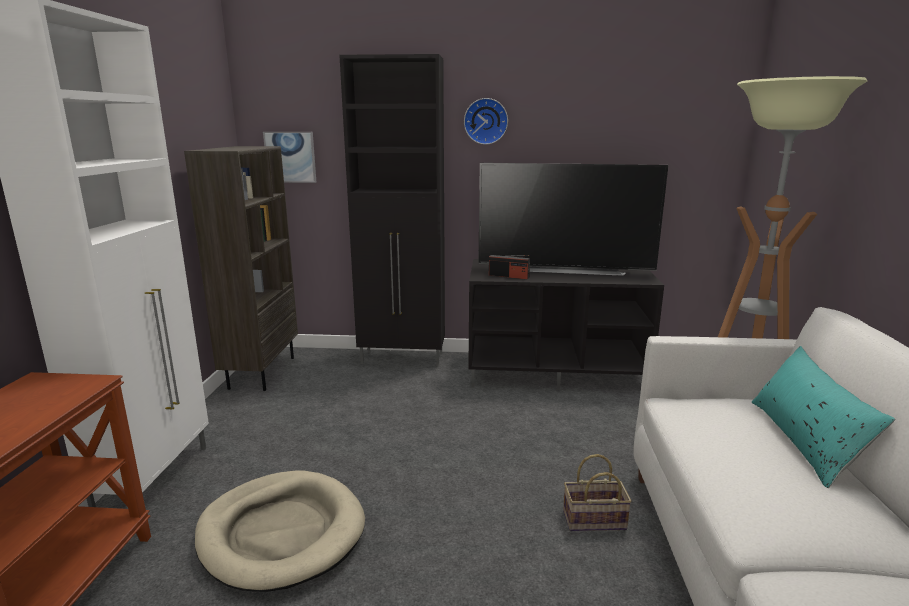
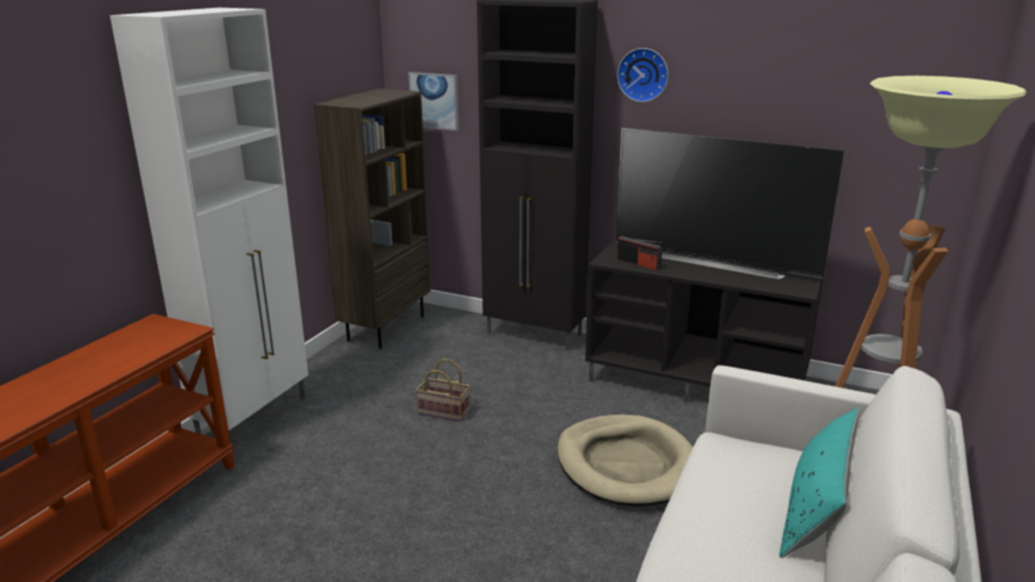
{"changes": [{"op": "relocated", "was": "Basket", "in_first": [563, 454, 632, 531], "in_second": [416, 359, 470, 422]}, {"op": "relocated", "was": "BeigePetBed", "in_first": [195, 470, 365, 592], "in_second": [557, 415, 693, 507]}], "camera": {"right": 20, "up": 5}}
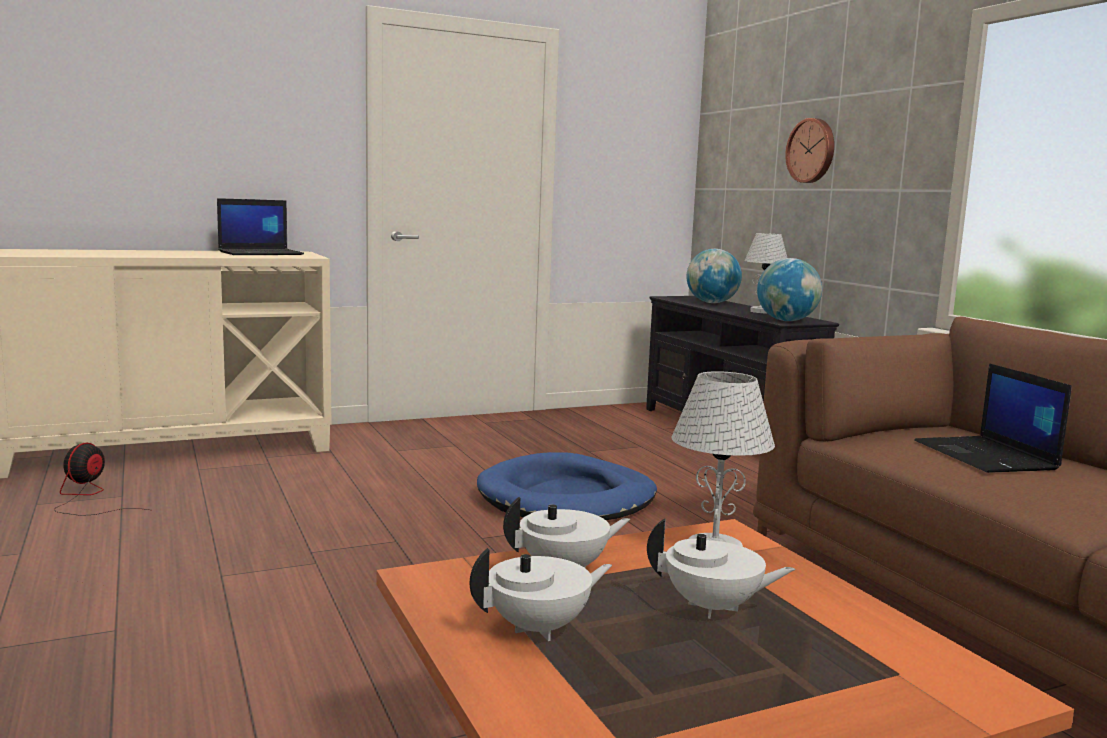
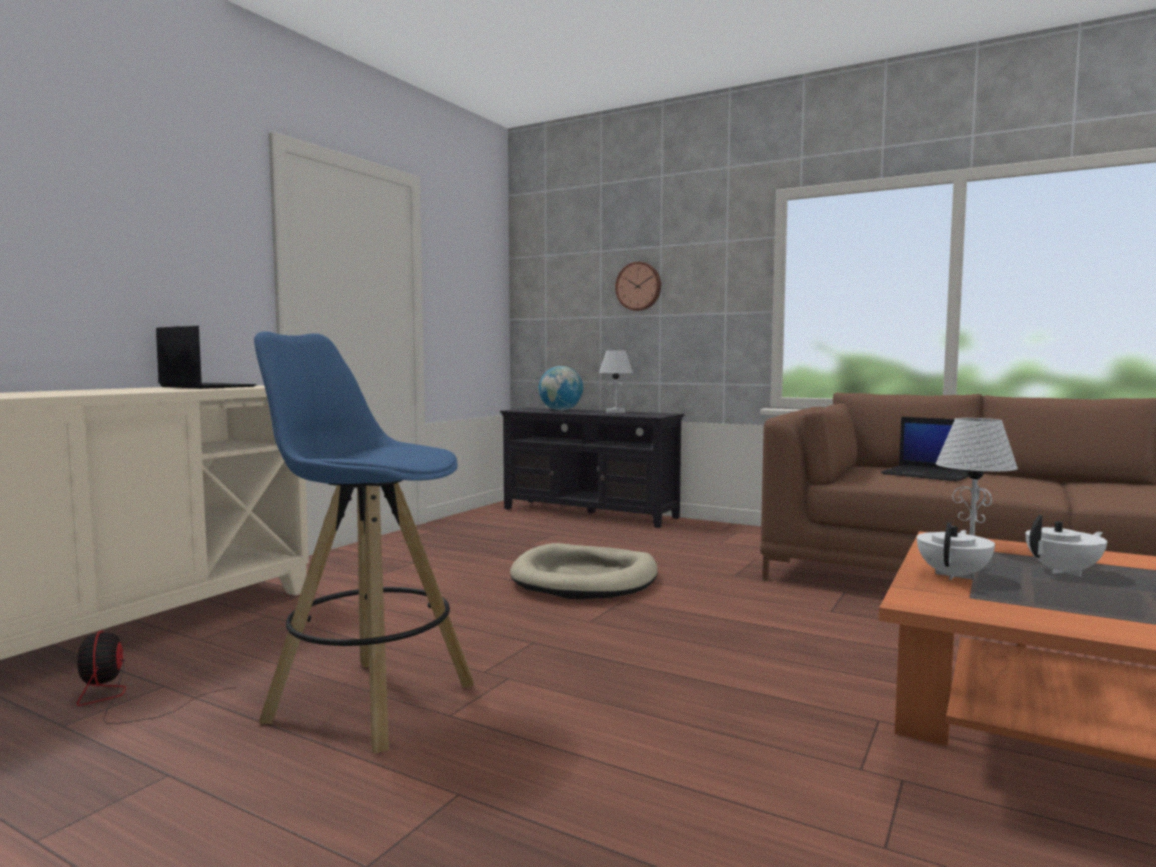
{"changes": [{"op": "spun", "was": "NotebookComputer", "in_first": [217, 198, 304, 255], "in_second": [156, 326, 256, 389], "clockwise": -75}, {"op": "missing", "was": "Globe", "in_first": [757, 258, 822, 321]}, {"op": "colour", "was": "BlueColouredPetBed", "now": "BeigePetBed", "in_first": [477, 452, 657, 520], "in_second": [510, 543, 658, 599]}, {"op": "missing", "was": "WhiteTeaPot", "in_first": [470, 548, 612, 641]}, {"op": "appeared", "now": "BlueColouredStoolSeat", "in_second": [254, 331, 474, 754]}], "camera": {"right": -35, "up": -5}}
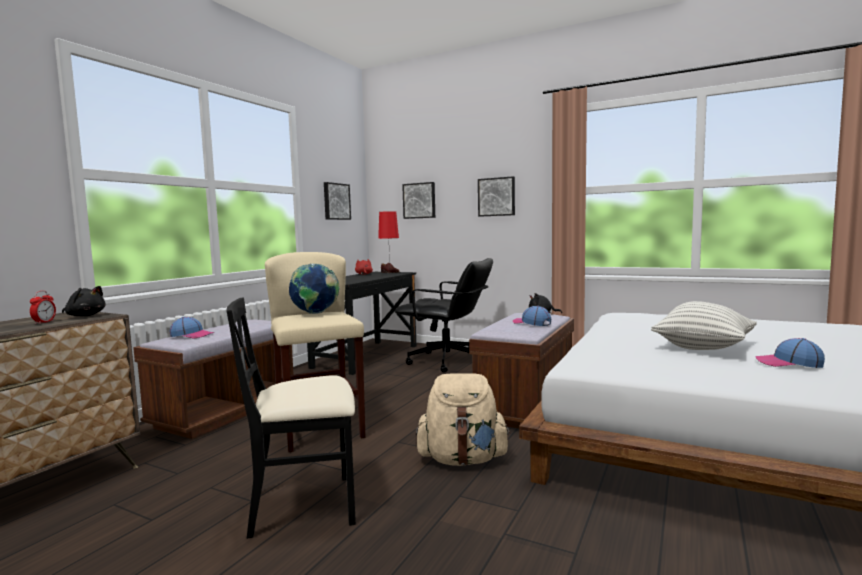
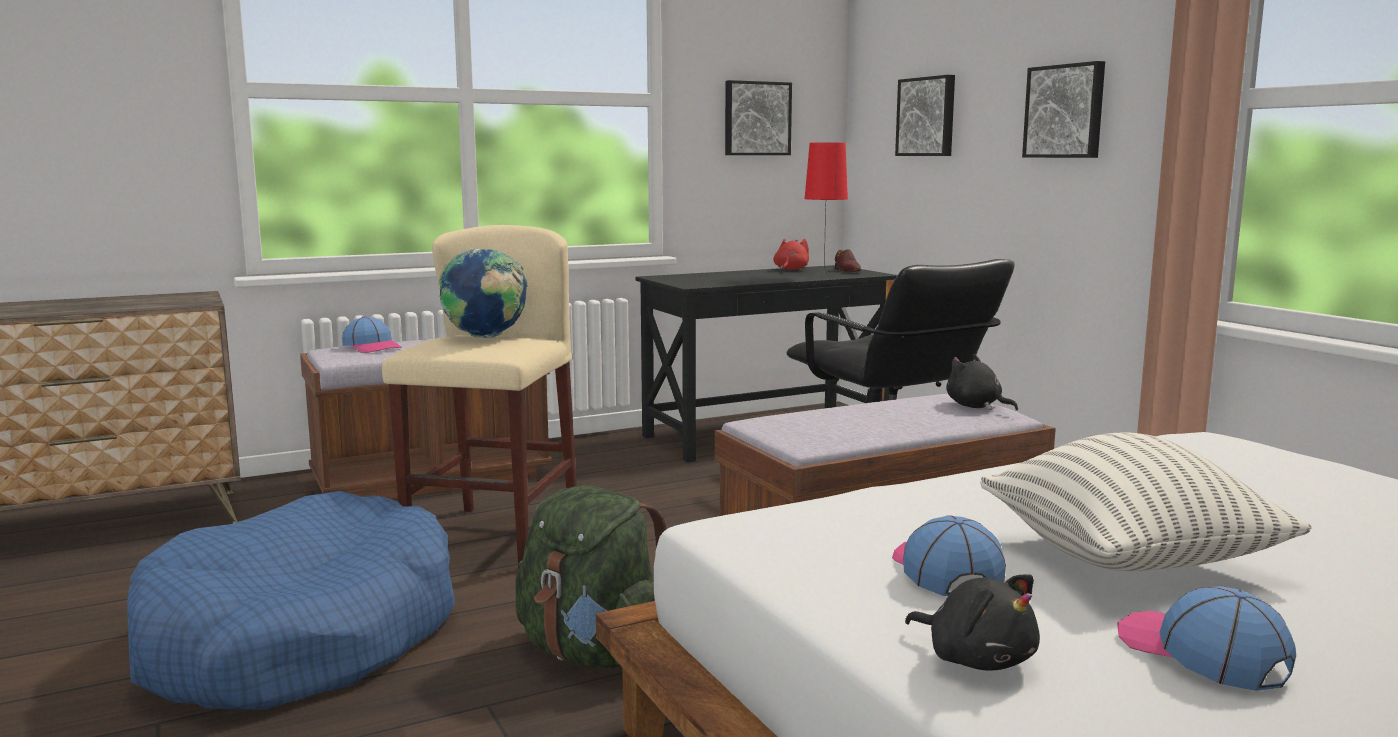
{"changes": [{"op": "relocated", "was": "BlackPlushToy", "in_first": [62, 286, 106, 316], "in_second": [905, 574, 1040, 671]}, {"op": "missing", "was": "TableClock", "in_first": [30, 291, 56, 324]}, {"op": "exchanged", "was": "BlackPlainChair", "now": "BlueColouredPetBed", "in_first": [227, 298, 356, 539], "in_second": [127, 491, 455, 710]}, {"op": "relocated", "was": "BaseballCap", "in_first": [513, 306, 551, 326], "in_second": [892, 515, 1006, 596]}, {"op": "colour", "was": "BeigeBackpack", "now": "GreenColouredBackpack", "in_first": [416, 373, 511, 466], "in_second": [515, 486, 667, 669]}], "camera": {"right": 35, "up": 5}}
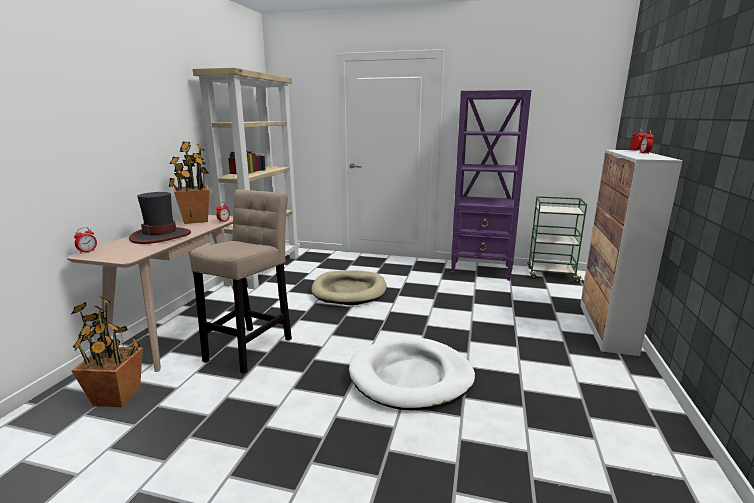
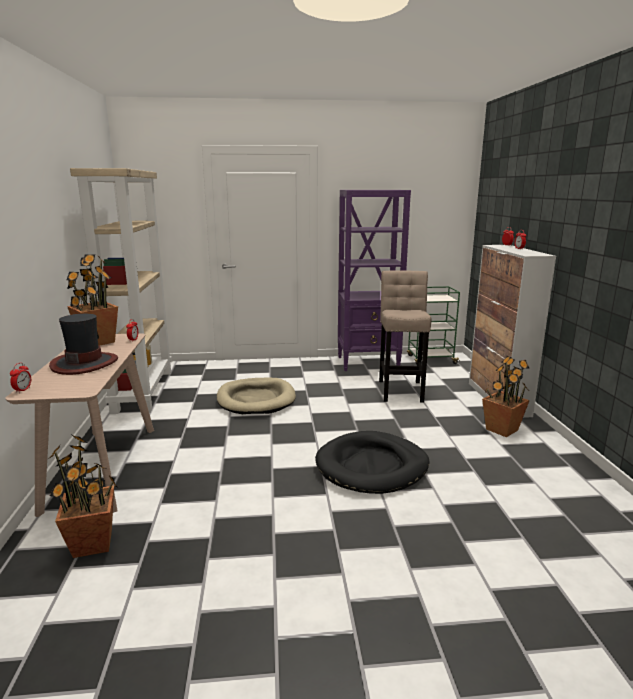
{"changes": [{"op": "relocated", "was": "BeigeStoolSeat", "in_first": [190, 190, 292, 374], "in_second": [379, 271, 431, 403]}, {"op": "colour", "was": "WhitePetBed", "now": "BlackPetBed", "in_first": [349, 337, 475, 411], "in_second": [315, 431, 429, 494]}, {"op": "appeared", "now": "Houseplant", "in_second": [482, 355, 530, 437]}], "camera": {"right": -20, "up": 0}}
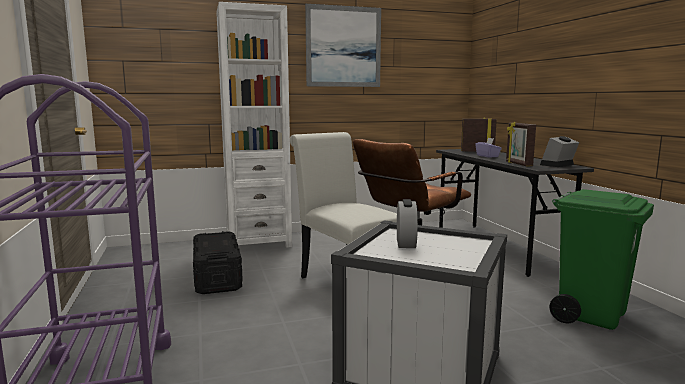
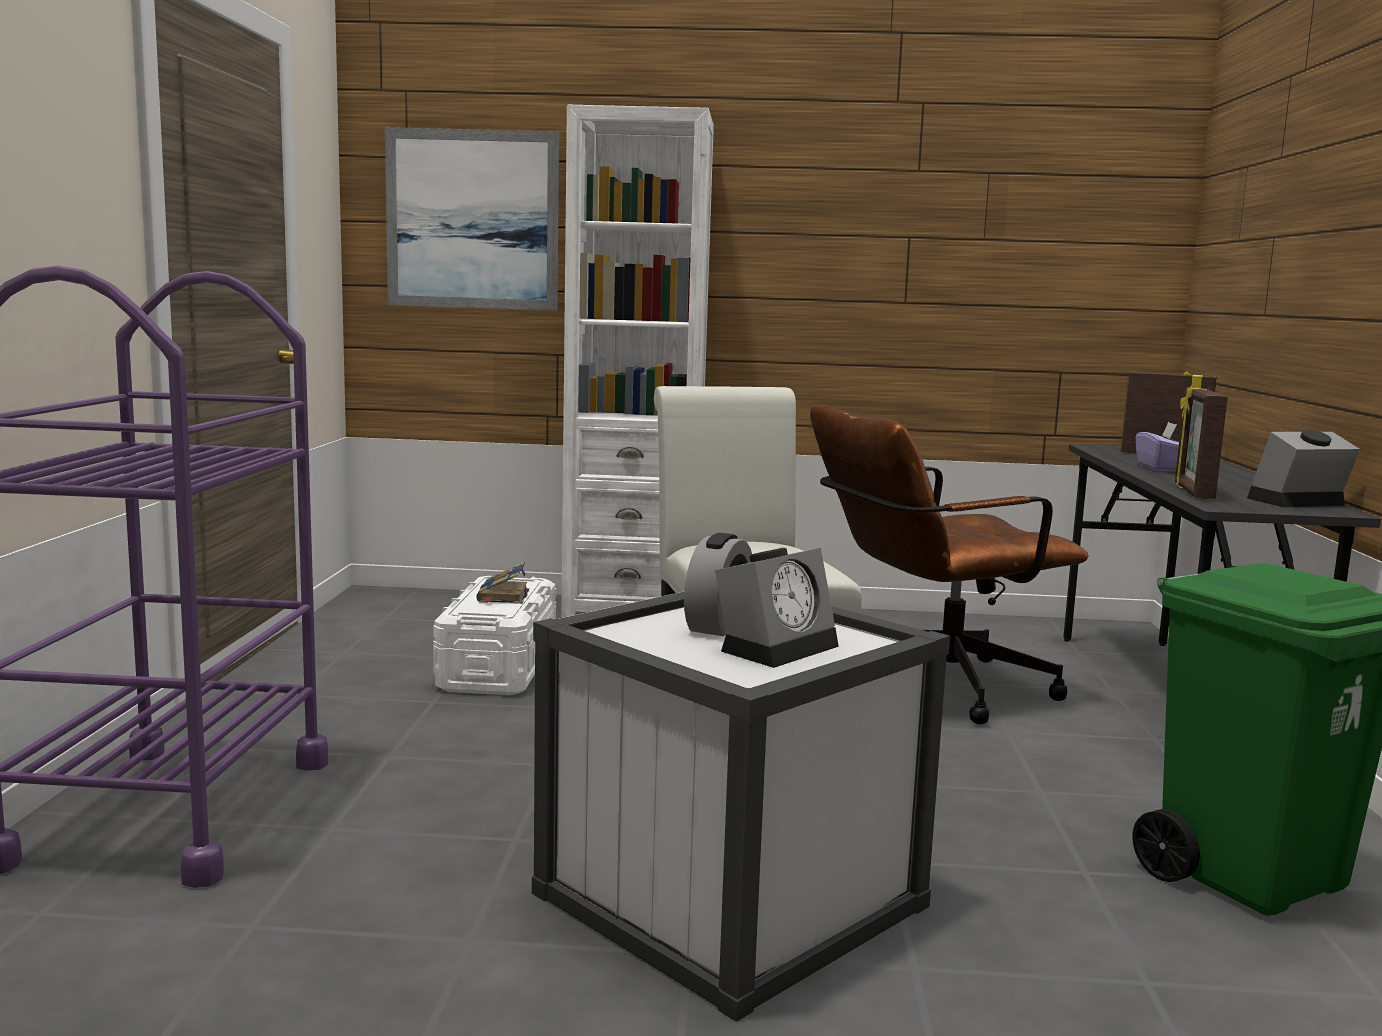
{"changes": [{"op": "relocated", "was": "WallPicture", "in_first": [305, 4, 381, 87], "in_second": [385, 127, 559, 311]}, {"op": "colour", "was": "BlackStorageBin", "now": "WhiteStorageBin", "in_first": [193, 231, 243, 294], "in_second": [433, 576, 556, 695]}, {"op": "appeared", "now": "TableClock", "in_second": [715, 548, 839, 668]}, {"op": "appeared", "now": "Volume", "in_second": [476, 562, 529, 604]}], "camera": {"right": 20, "up": 0}}
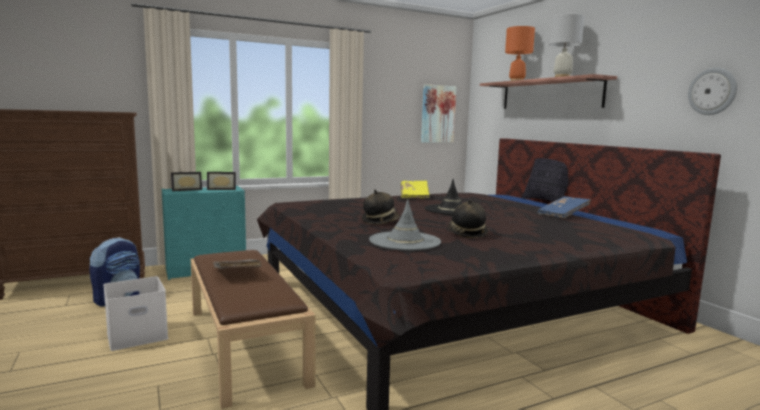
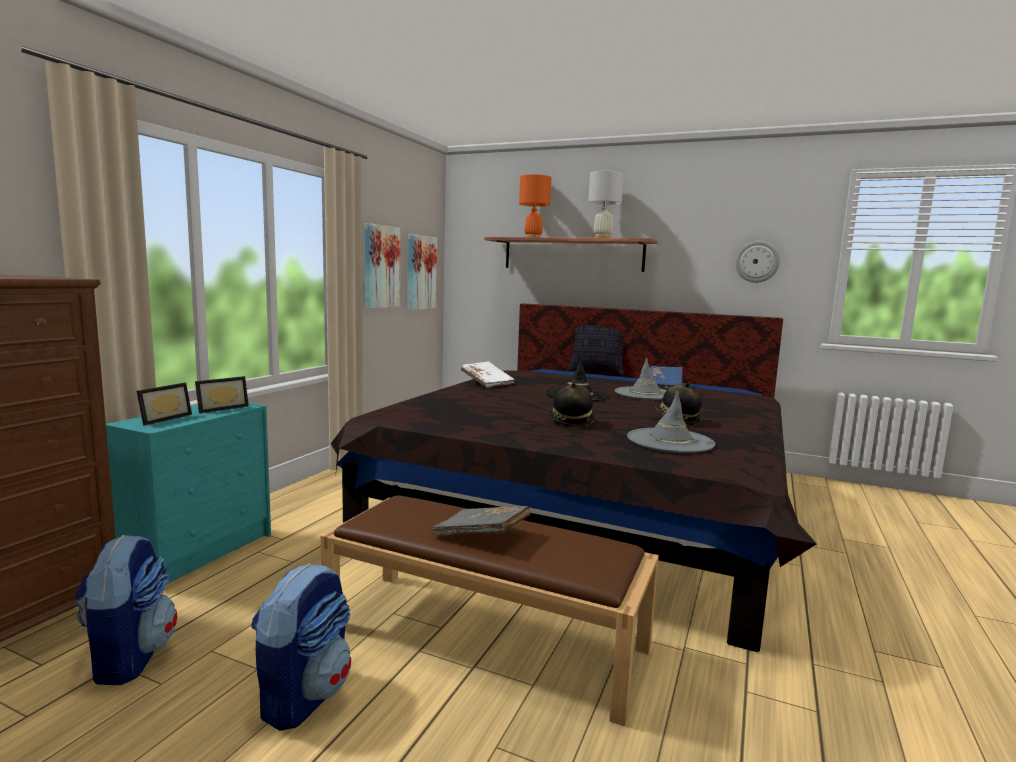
{"changes": [{"op": "colour", "was": "YellowishVolume", "now": "WhiteVolume", "in_first": [401, 180, 430, 199], "in_second": [461, 361, 515, 388]}, {"op": "exchanged", "was": "WhiteStorageBin", "now": "Backpack", "in_first": [103, 276, 168, 351], "in_second": [251, 563, 351, 731]}, {"op": "appeared", "now": "WallPicture", "in_second": [365, 223, 400, 309]}, {"op": "appeared", "now": "GreyWearableHat", "in_second": [615, 358, 667, 400]}], "camera": {"right": -40, "up": 0}}
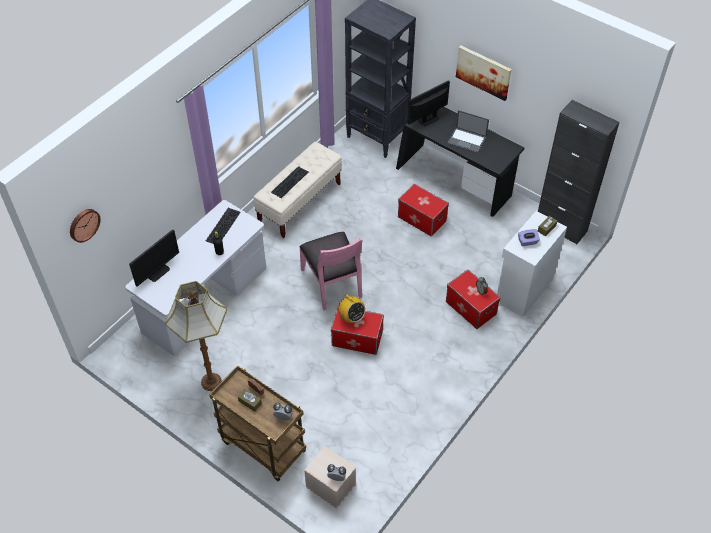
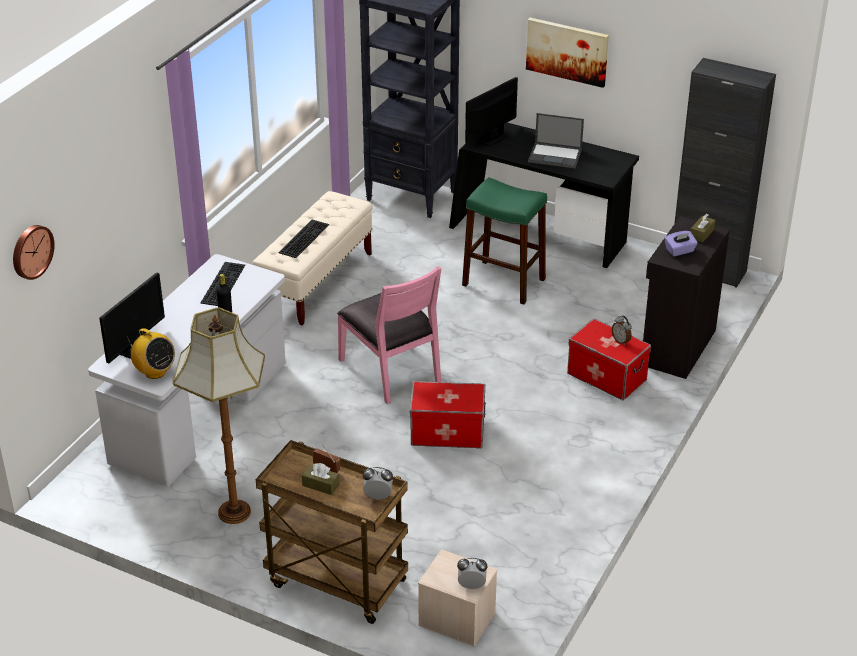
{"changes": [{"op": "exchanged", "was": "StorageBin", "now": "GreenColouredStoolSeat", "in_first": [398, 184, 449, 237], "in_second": [462, 177, 547, 305]}, {"op": "colour", "was": "WhiteCabinet", "now": "BlackCabinet", "in_first": [497, 211, 567, 317], "in_second": [643, 216, 730, 379]}, {"op": "relocated", "was": "RadioSet", "in_first": [337, 294, 365, 323], "in_second": [127, 328, 175, 379]}], "camera": {"right": -10, "up": -15}}
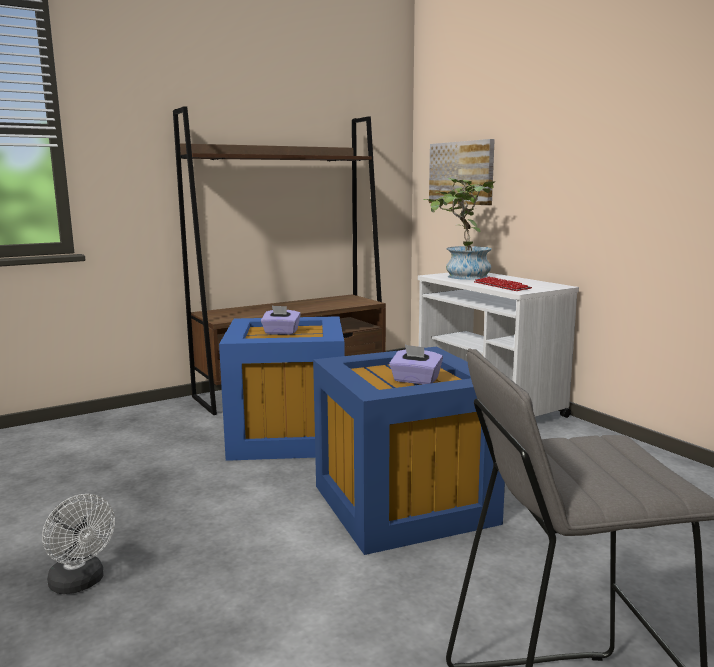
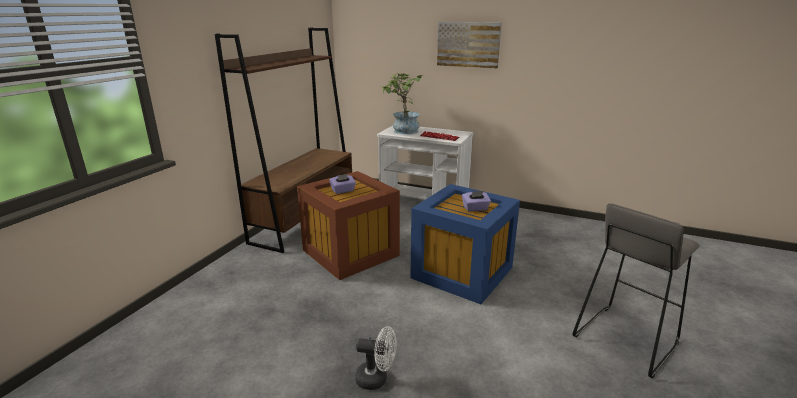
{"changes": [{"op": "relocated", "was": "WallPicture", "in_first": [429, 139, 495, 205], "in_second": [437, 22, 502, 68]}, {"op": "colour", "was": "BlueColouredStorageBin", "now": "BrownishStorageBin", "in_first": [219, 316, 345, 461], "in_second": [297, 171, 400, 280]}], "camera": {"right": -35, "up": 10}}
